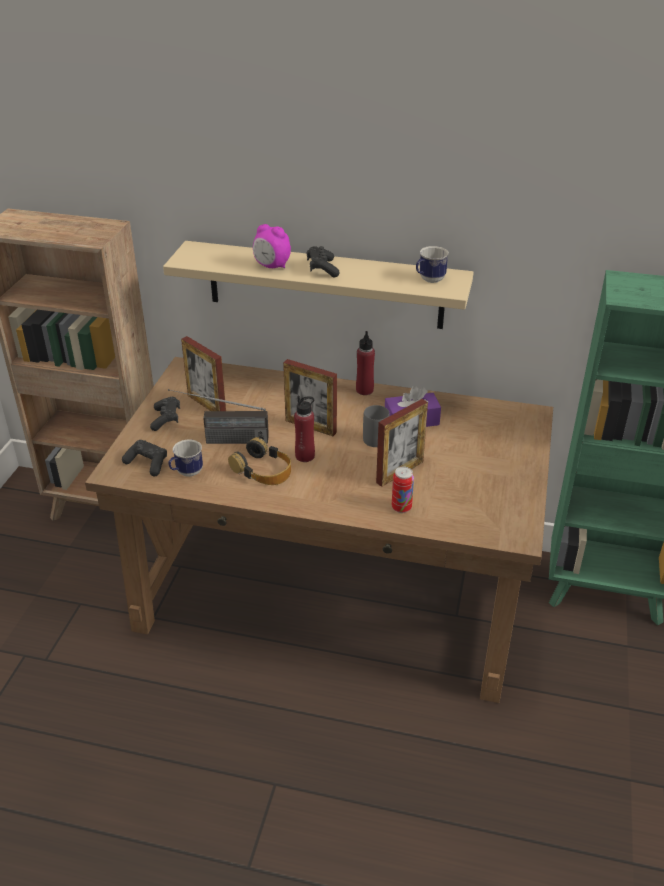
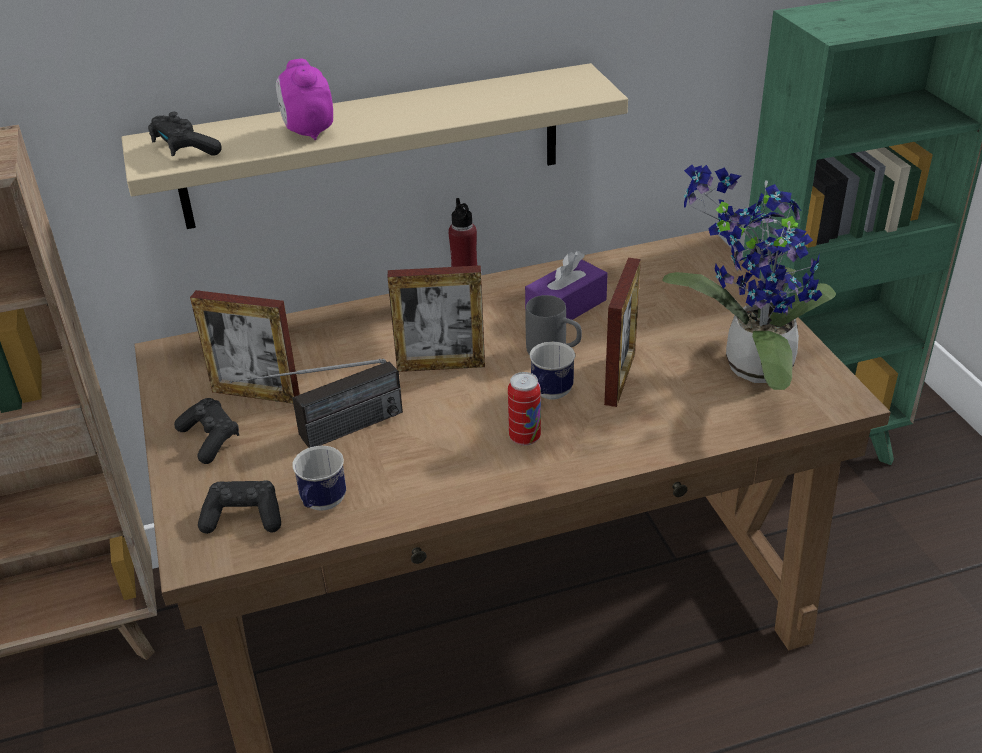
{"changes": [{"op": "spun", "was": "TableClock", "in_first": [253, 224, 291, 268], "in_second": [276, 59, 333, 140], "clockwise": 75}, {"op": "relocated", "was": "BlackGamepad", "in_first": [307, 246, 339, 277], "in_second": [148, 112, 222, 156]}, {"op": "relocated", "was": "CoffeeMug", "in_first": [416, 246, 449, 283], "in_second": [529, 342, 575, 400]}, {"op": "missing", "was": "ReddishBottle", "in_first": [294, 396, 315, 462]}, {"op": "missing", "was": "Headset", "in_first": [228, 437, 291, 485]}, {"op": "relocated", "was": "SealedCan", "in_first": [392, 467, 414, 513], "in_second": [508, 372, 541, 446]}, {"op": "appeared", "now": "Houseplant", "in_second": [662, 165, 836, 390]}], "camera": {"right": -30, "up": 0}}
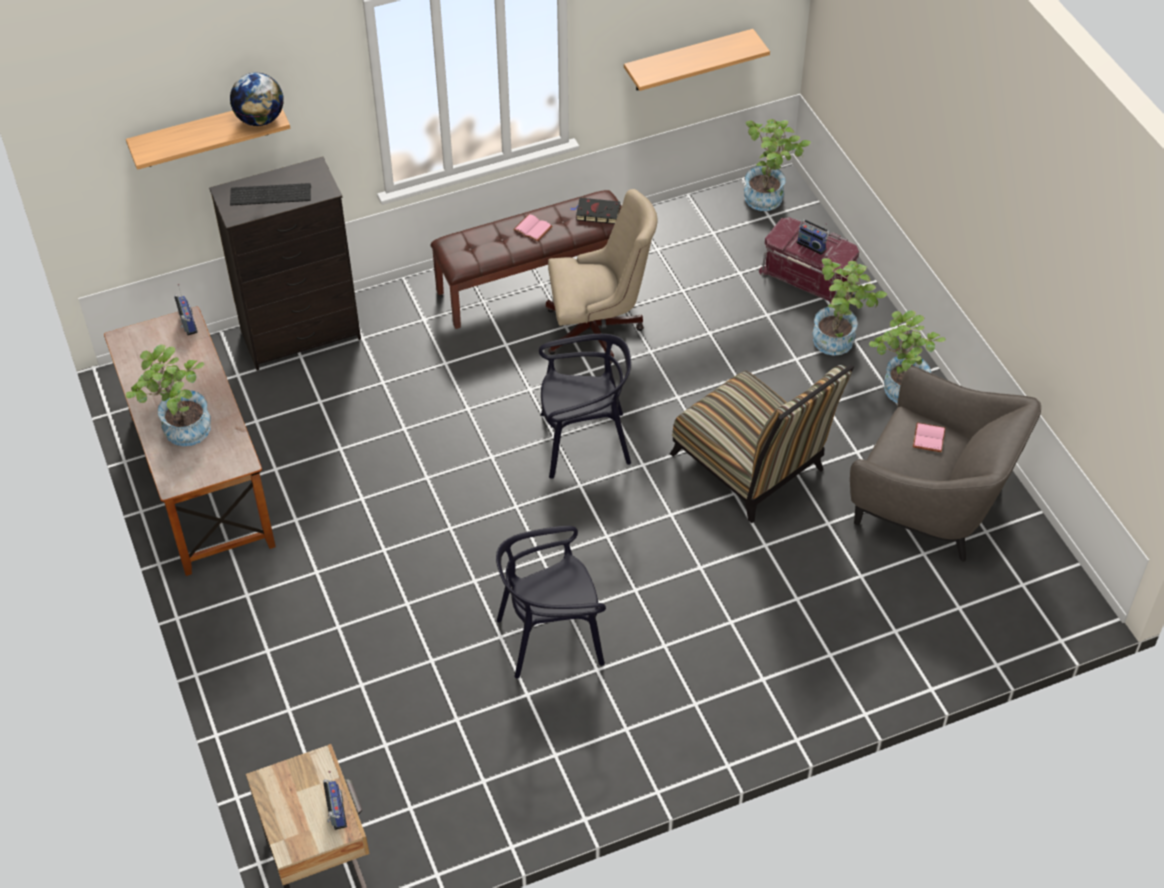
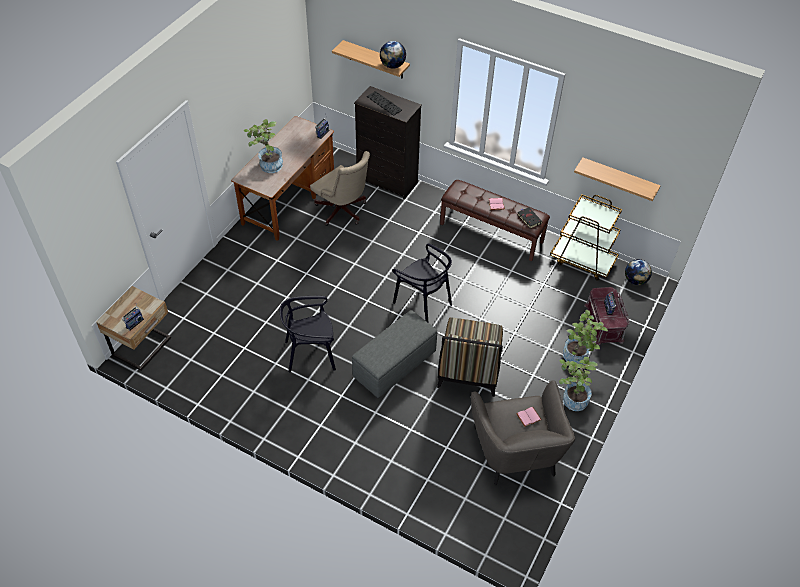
{"changes": [{"op": "exchanged", "was": "Houseplant", "now": "Globe", "in_first": [744, 119, 811, 211], "in_second": [625, 259, 652, 285]}, {"op": "relocated", "was": "BeigeOfficeChair", "in_first": [546, 189, 658, 364], "in_second": [310, 151, 370, 226]}, {"op": "spun", "was": "BlackPlainChair", "in_first": [496, 526, 606, 678], "in_second": [280, 296, 336, 372], "clockwise": -45}, {"op": "appeared", "now": "BrownishWheeledCart", "in_second": [550, 194, 622, 281]}, {"op": "appeared", "now": "GreyPouffe", "in_second": [352, 310, 438, 398]}], "camera": {"right": 50, "up": 0}}
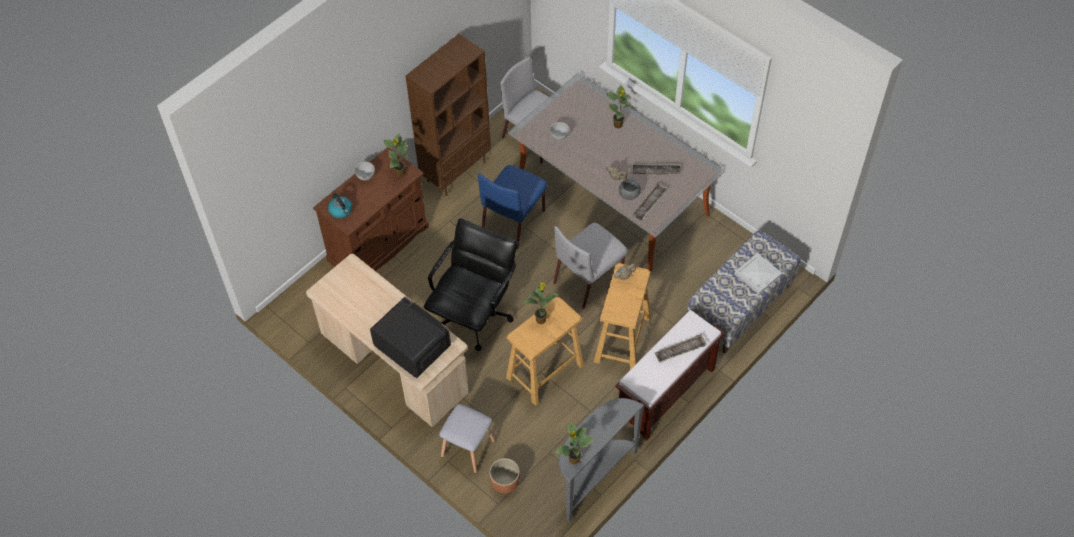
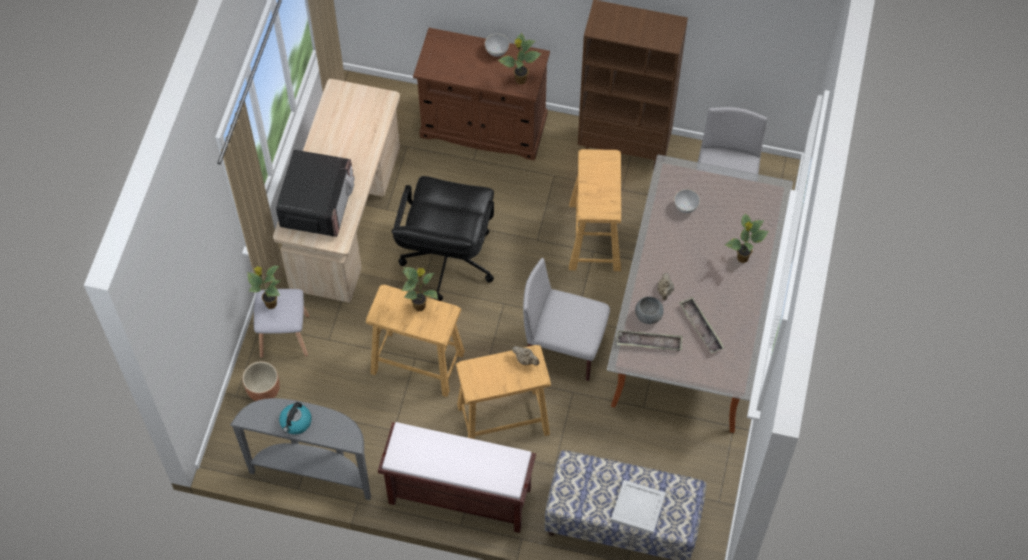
{"changes": [{"op": "exchanged", "was": "BlueColouredPlainChair", "now": "BeigeStoolSeat", "in_first": [478, 165, 547, 249], "in_second": [569, 149, 621, 271]}, {"op": "relocated", "was": "Kettle", "in_first": [328, 193, 352, 218], "in_second": [279, 402, 312, 434]}, {"op": "spun", "was": "BlackOfficeChair", "in_first": [424, 218, 517, 351], "in_second": [392, 176, 494, 301], "clockwise": 105}, {"op": "missing", "was": "Tray", "in_first": [655, 334, 707, 363]}, {"op": "relocated", "was": "Houseplant", "in_first": [555, 422, 593, 464], "in_second": [247, 266, 281, 309]}], "camera": {"right": 60, "up": 5}}
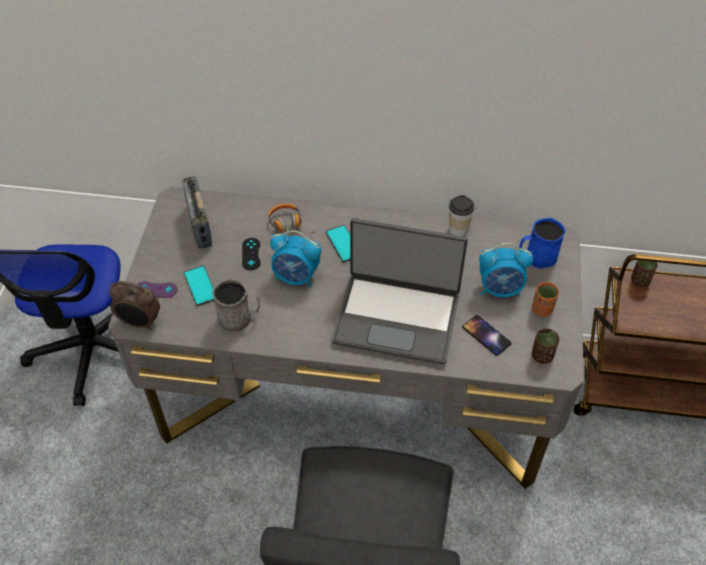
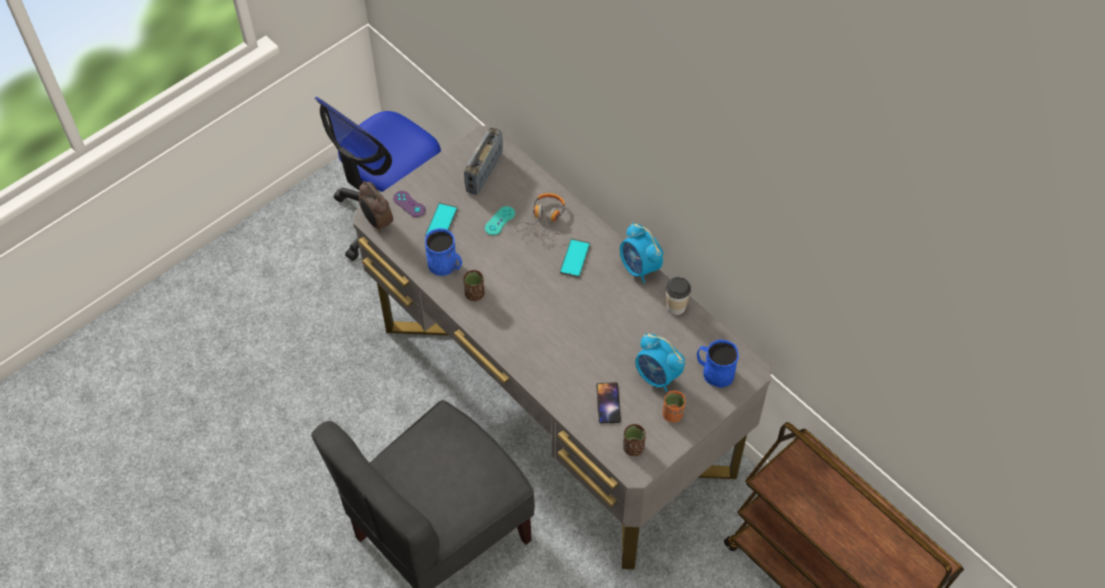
{"changes": [{"op": "missing", "was": "NotebookComputer", "in_first": [332, 218, 468, 364]}, {"op": "relocated", "was": "TableClock", "in_first": [270, 230, 321, 287], "in_second": [620, 222, 663, 283]}, {"op": "colour", "was": "BlackGamepad", "now": "TurquoiseGamepad", "in_first": [242, 238, 261, 270], "in_second": [485, 206, 515, 235]}, {"op": "relocated", "was": "BrownishCup", "in_first": [631, 260, 658, 287], "in_second": [463, 270, 484, 301]}, {"op": "colour", "was": "GreyCoffeeMug", "now": "BlueColouredCoffeeMug", "in_first": [212, 279, 260, 332], "in_second": [425, 228, 462, 276]}], "camera": {"right": 40, "up": 5}}
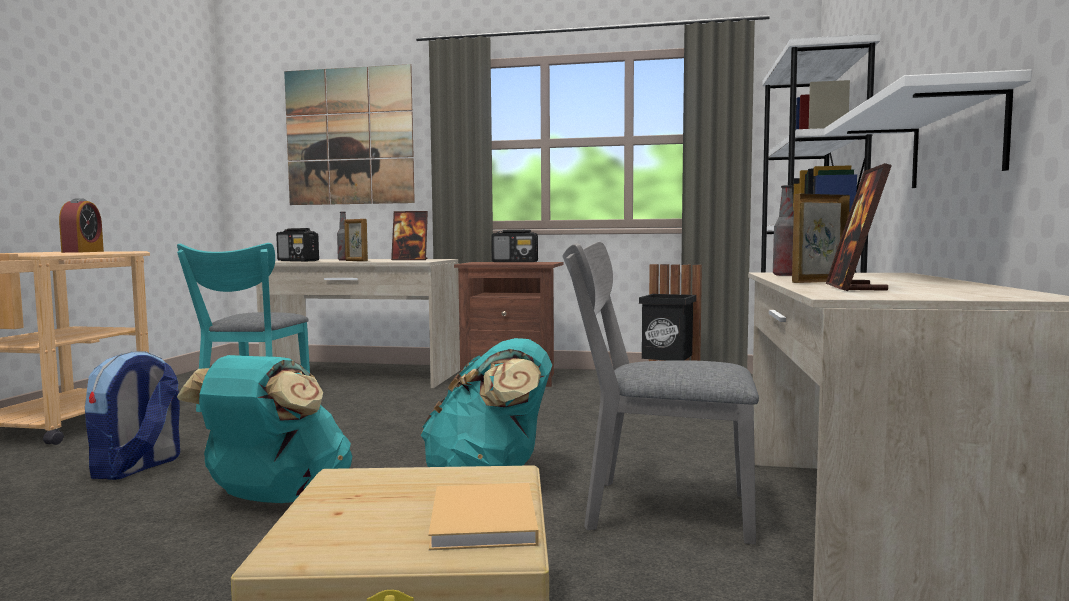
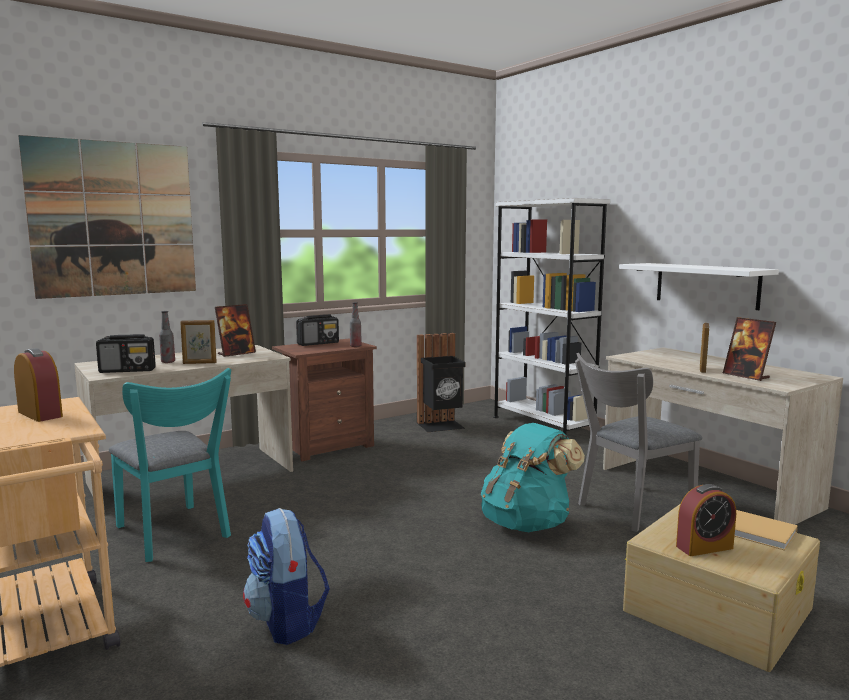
{"changes": [{"op": "relocated", "was": "Bottle", "in_first": [773, 185, 794, 276], "in_second": [350, 302, 362, 347]}, {"op": "missing", "was": "TurquoiseBackpack", "in_first": [177, 355, 352, 503]}, {"op": "appeared", "now": "TableClock", "in_second": [676, 484, 736, 556]}], "camera": {"right": -45, "up": 5}}
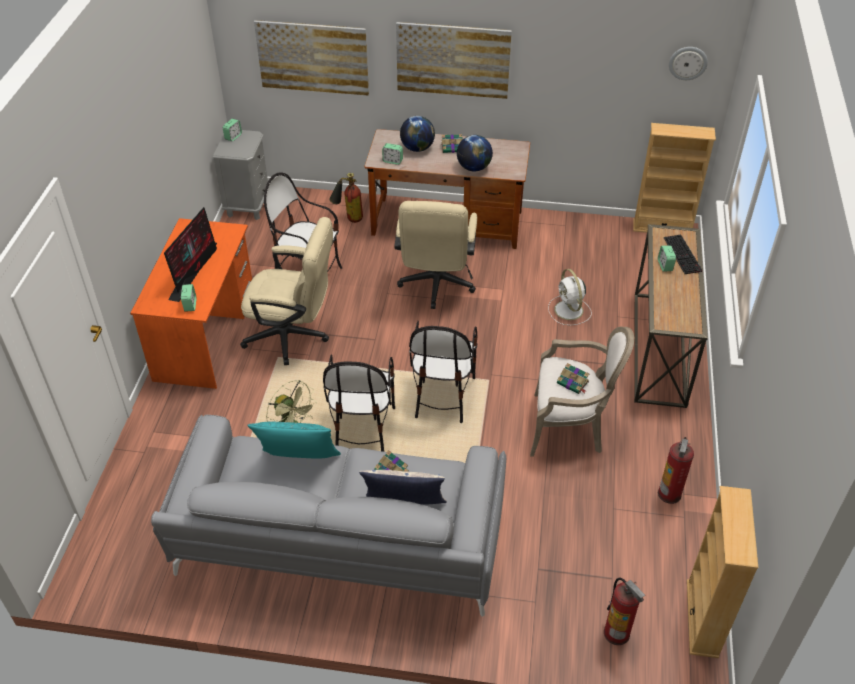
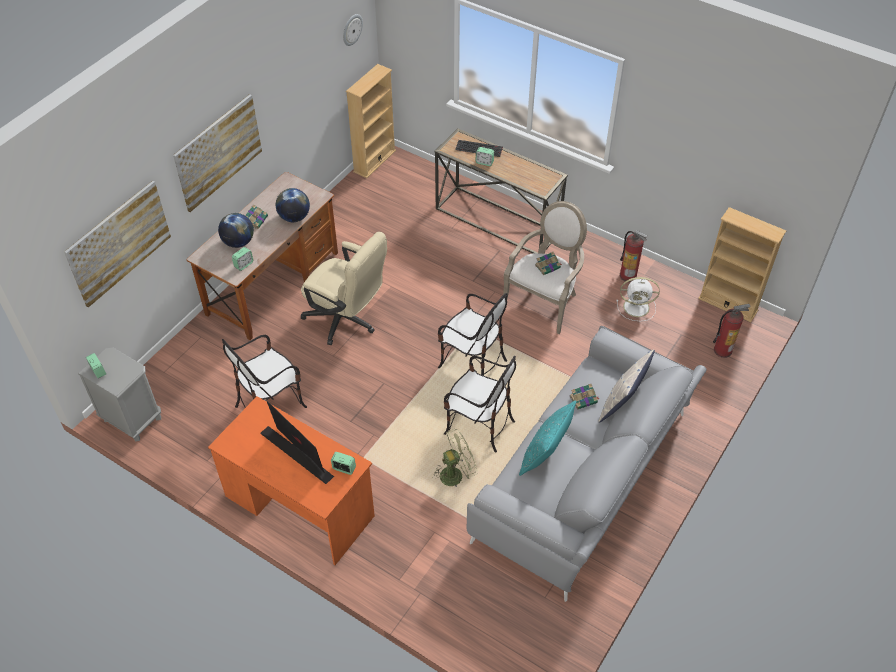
{"changes": [{"op": "missing", "was": "Extinguisher", "in_first": [329, 173, 363, 223]}, {"op": "missing", "was": "BeigeOfficeChair", "in_first": [240, 217, 333, 365]}, {"op": "relocated", "was": "WhiteElectricFan", "in_first": [548, 269, 592, 326], "in_second": [616, 277, 660, 321]}], "camera": {"right": -65, "up": 5}}
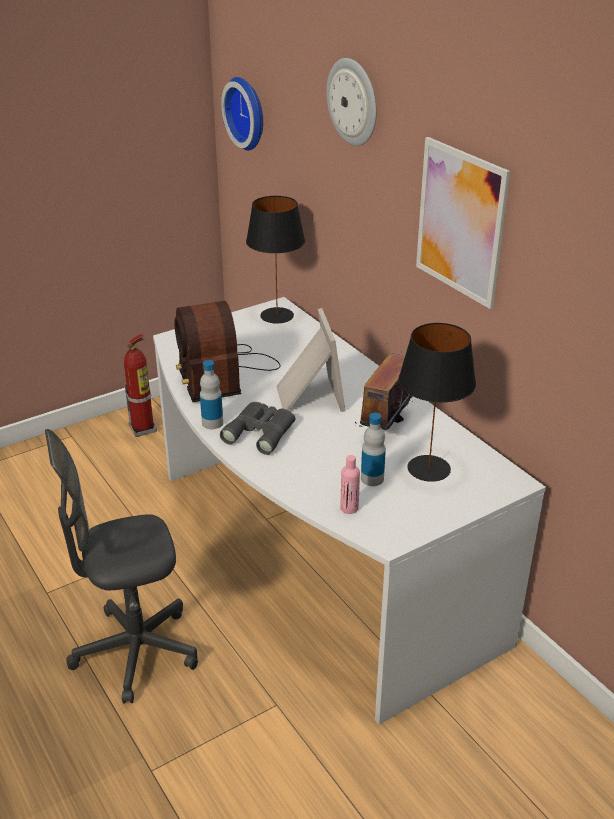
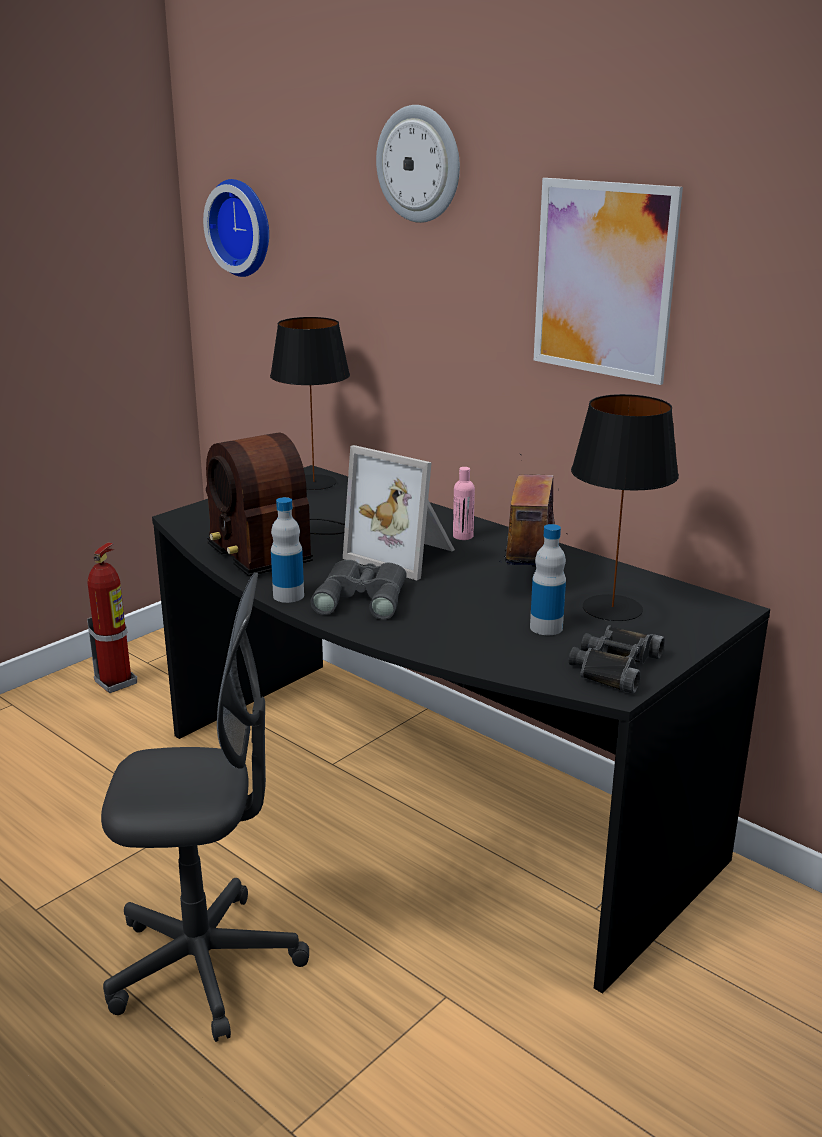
{"changes": [{"op": "colour", "was": "WhiteDeskUnit", "now": "BlackDeskUnit", "in_first": [153, 297, 546, 725], "in_second": [152, 465, 770, 994]}, {"op": "spun", "was": "PictureFrame", "in_first": [276, 308, 345, 412], "in_second": [343, 445, 455, 580], "clockwise": 150}, {"op": "spun", "was": "GreyOfficeChair", "in_first": [45, 429, 198, 703], "in_second": [101, 573, 309, 1042], "clockwise": -150}, {"op": "relocated", "was": "PinkBottle", "in_first": [340, 455, 360, 514], "in_second": [453, 467, 475, 540]}, {"op": "appeared", "now": "BlackBinoculars", "in_second": [569, 625, 665, 694]}], "camera": {"right": -15, "up": -10}}
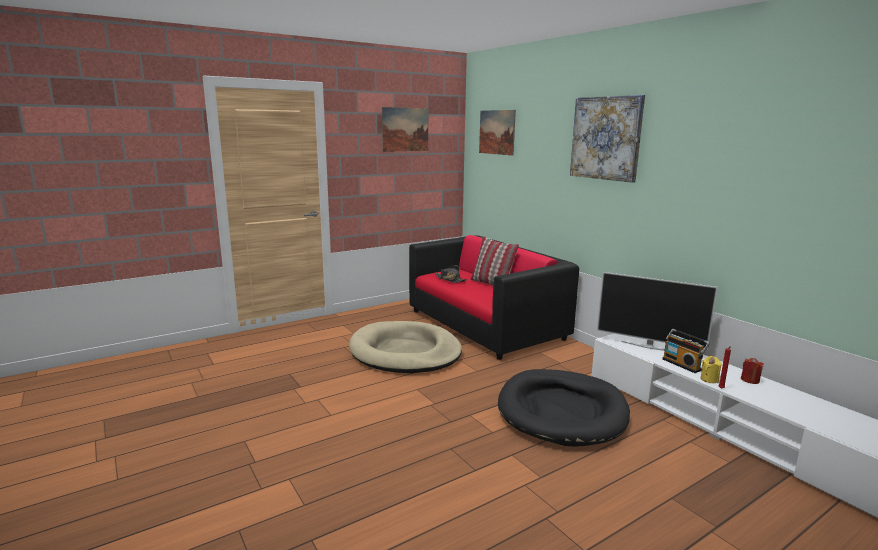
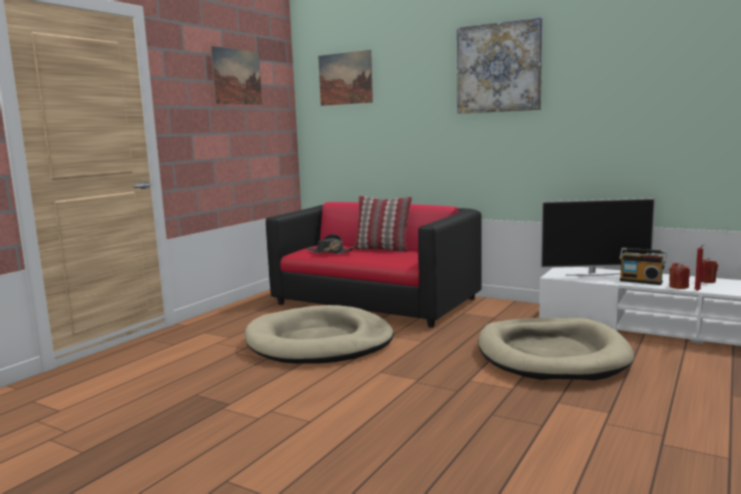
{"changes": [{"op": "colour", "was": "YellowishWaxCandle", "now": "ReddishWaxCandle", "in_first": [701, 356, 721, 383], "in_second": [669, 263, 690, 289]}, {"op": "colour", "was": "BlackPetBed", "now": "BeigePetBed", "in_first": [498, 369, 630, 447], "in_second": [478, 318, 634, 381]}], "camera": {"right": -25, "up": -5}}
